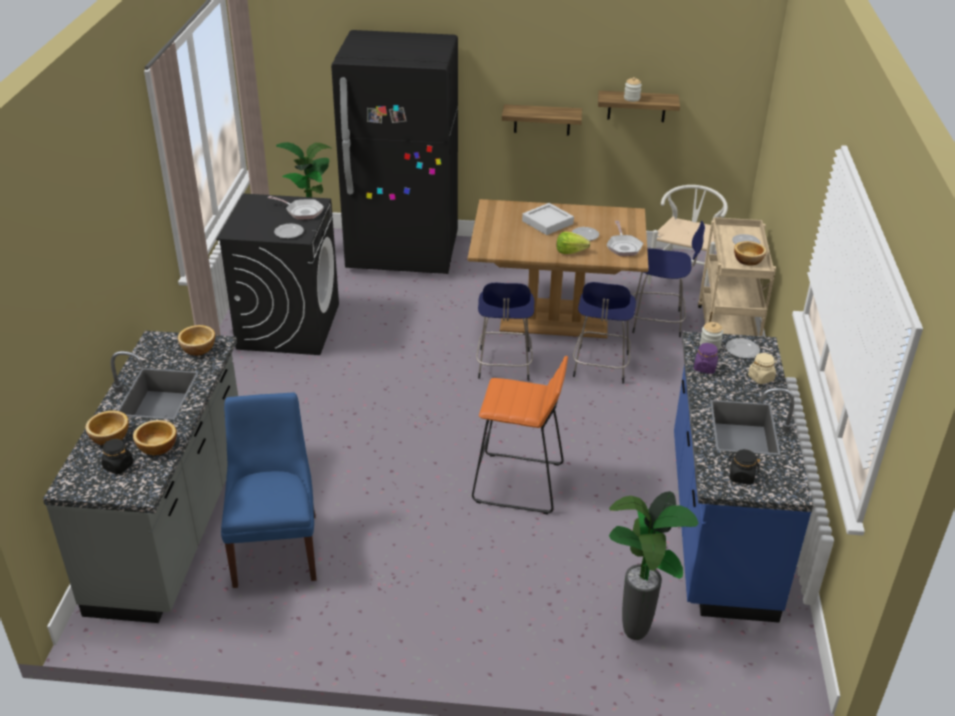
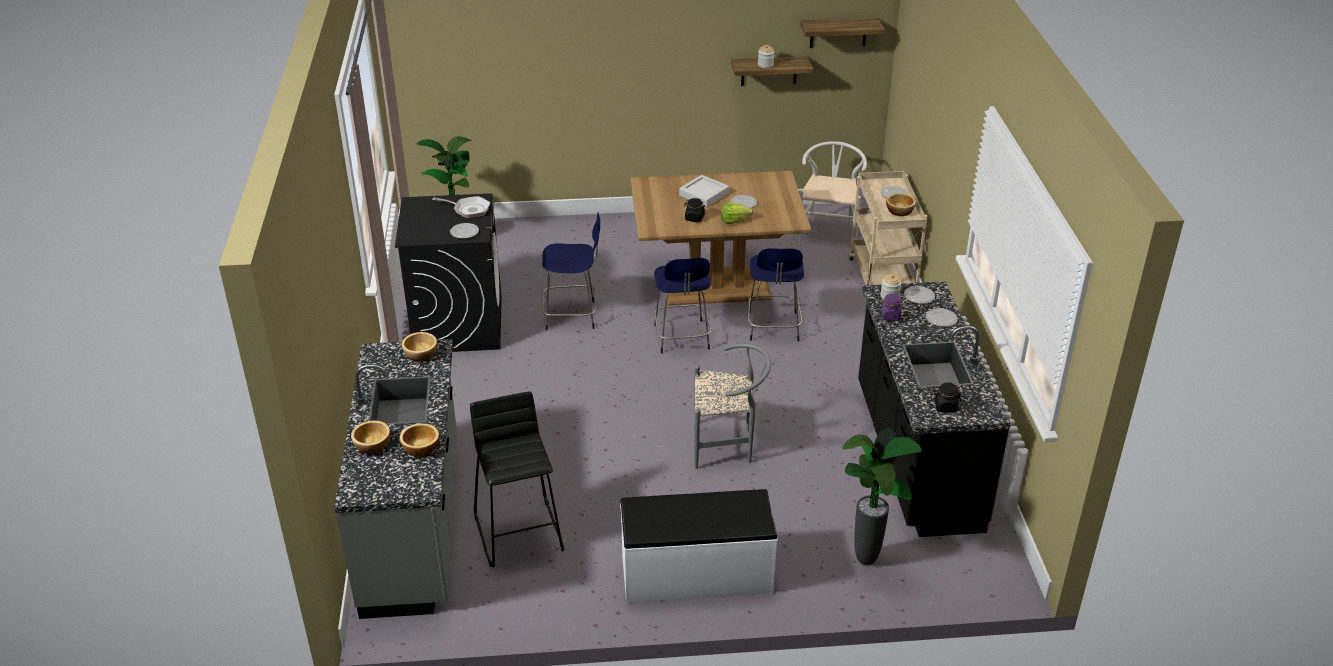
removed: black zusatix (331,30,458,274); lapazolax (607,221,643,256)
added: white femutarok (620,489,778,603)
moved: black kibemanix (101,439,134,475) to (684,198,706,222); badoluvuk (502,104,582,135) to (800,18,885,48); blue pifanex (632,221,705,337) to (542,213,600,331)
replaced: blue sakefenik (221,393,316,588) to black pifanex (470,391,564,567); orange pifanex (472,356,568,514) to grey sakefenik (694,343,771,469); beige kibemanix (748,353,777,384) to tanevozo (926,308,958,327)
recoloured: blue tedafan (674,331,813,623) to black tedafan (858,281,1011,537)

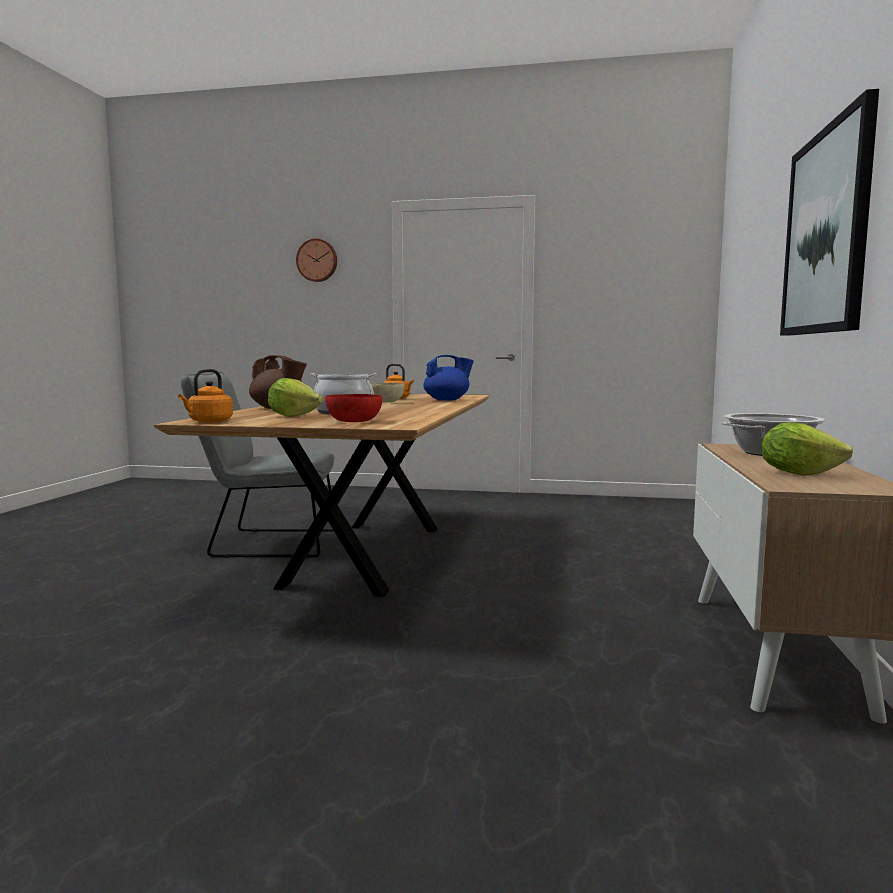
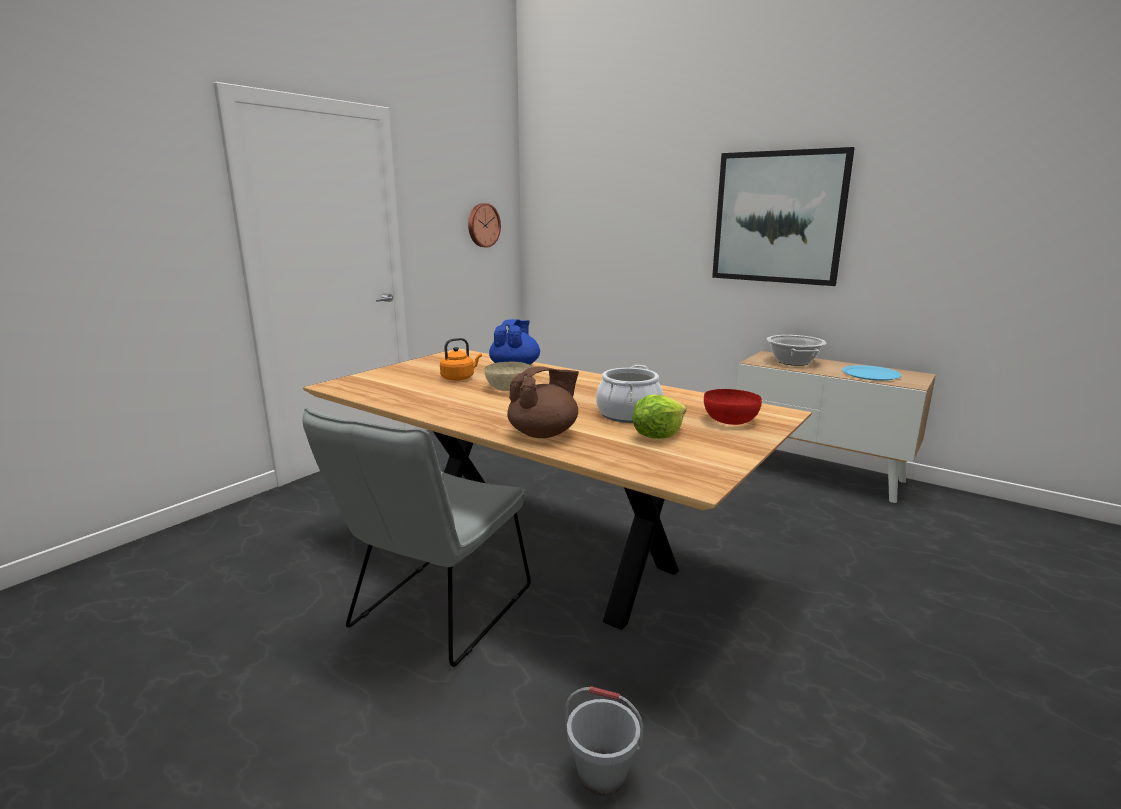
removed: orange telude (178,369,233,423)
added: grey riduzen (565,686,643,796)
moved: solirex (296,238,337,282) to (468,203,501,247)
replaced: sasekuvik (761,422,853,476) to blue tanevozo (842,365,902,381)

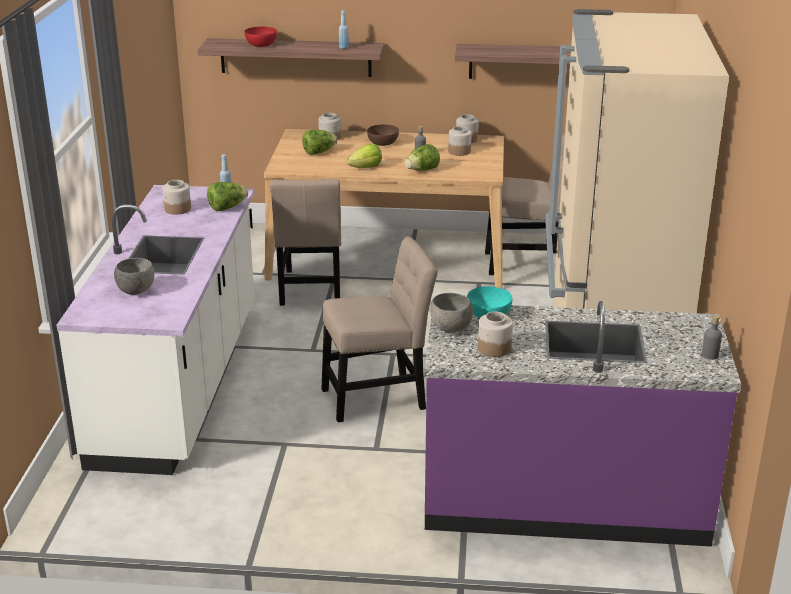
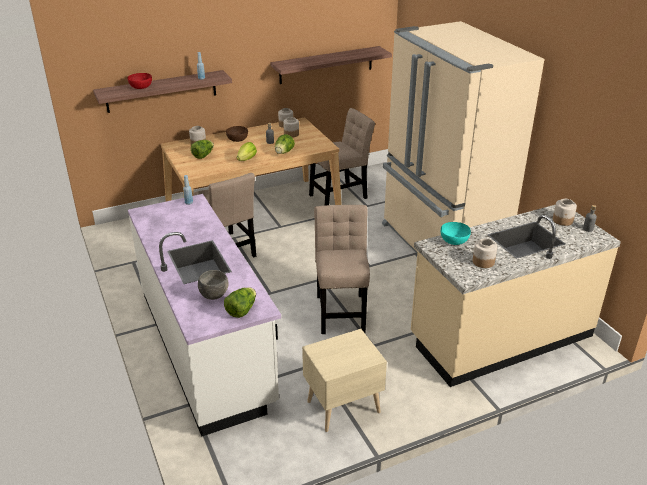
removed: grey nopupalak (430,293,473,333)
added: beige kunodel (302,329,387,432)
moved: kibemanix (163,180,191,215) to (553,199,577,226); sasekuvik (207,182,248,211) to (224,287,256,318)
recoloured: purple tedafan (424,301,741,547) to beige tedafan (411,205,621,387)
turned: beige sakefenik (322,236,438,422) = (314,205,370,334) 45 degrees counterclockwise

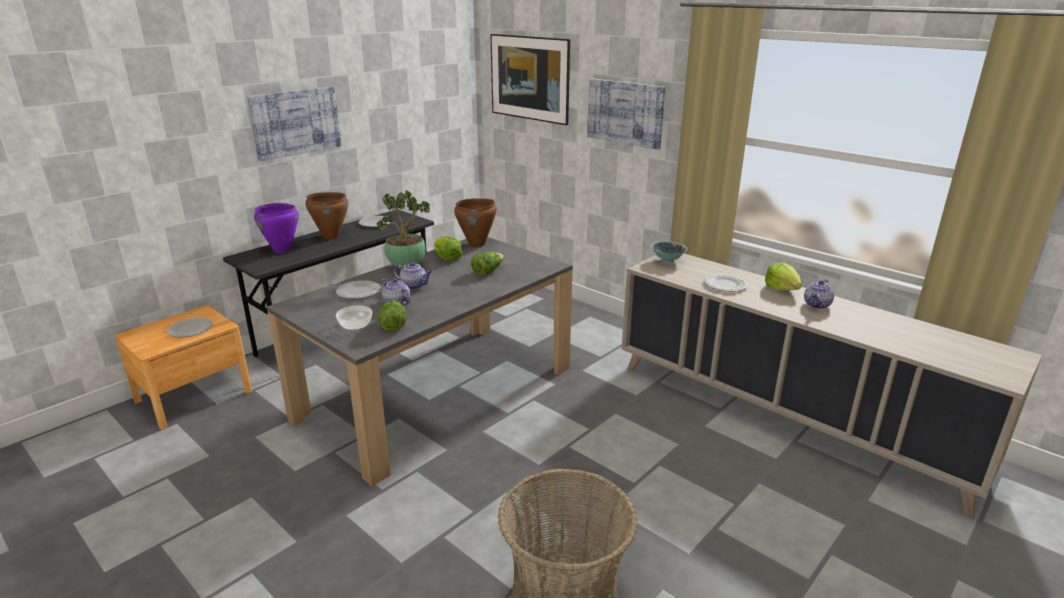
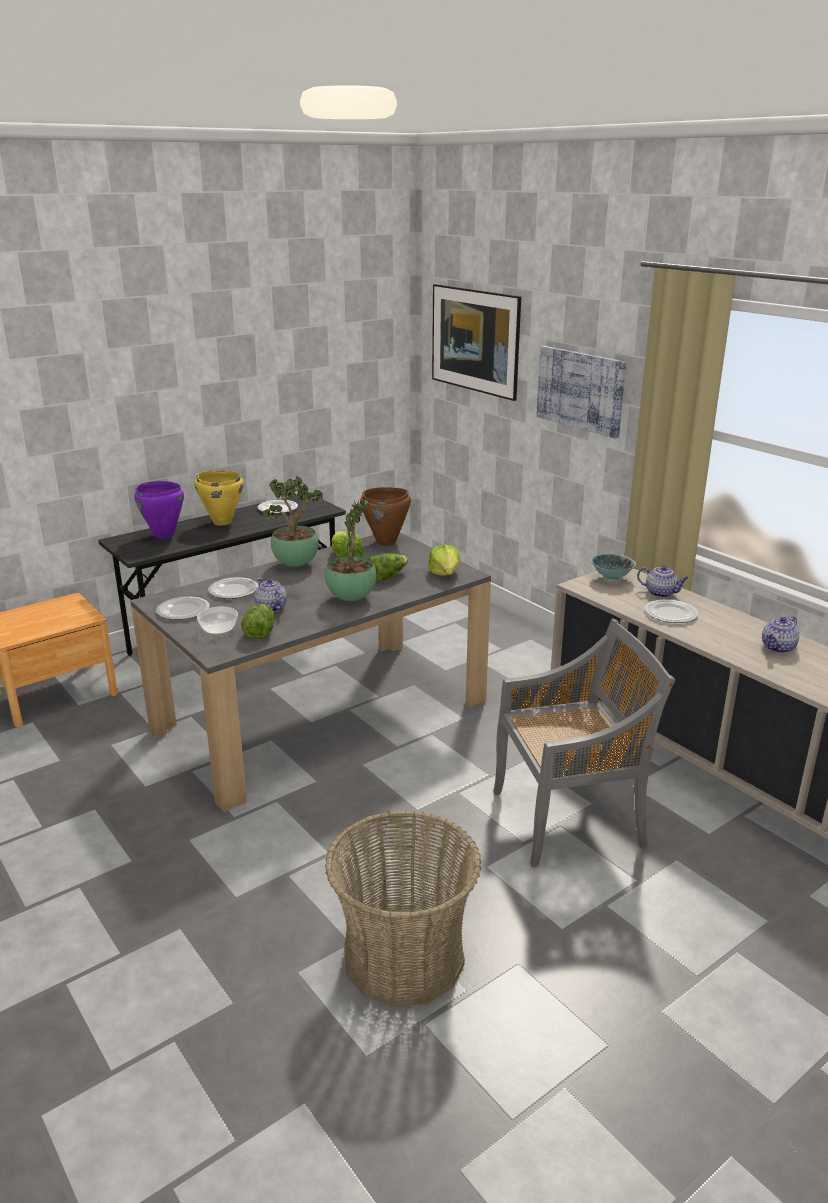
removed: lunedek (247,86,341,161)
added: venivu (325,499,376,601); grey sakefenik (493,619,675,867)
moved: tanevozo (167,318,213,337) to (156,597,210,620); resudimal (393,262,432,289) to (637,566,689,597); sasekuvik (765,263,802,291) to (428,544,460,576)
recoloured: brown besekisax (305,192,349,239) to yellow besekisax (194,470,244,525)

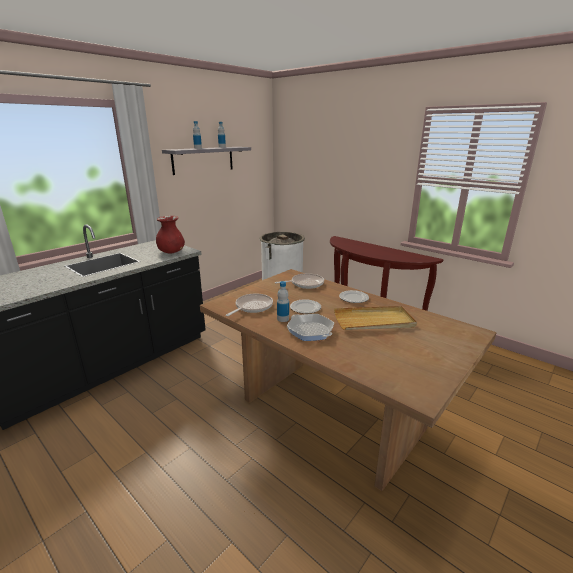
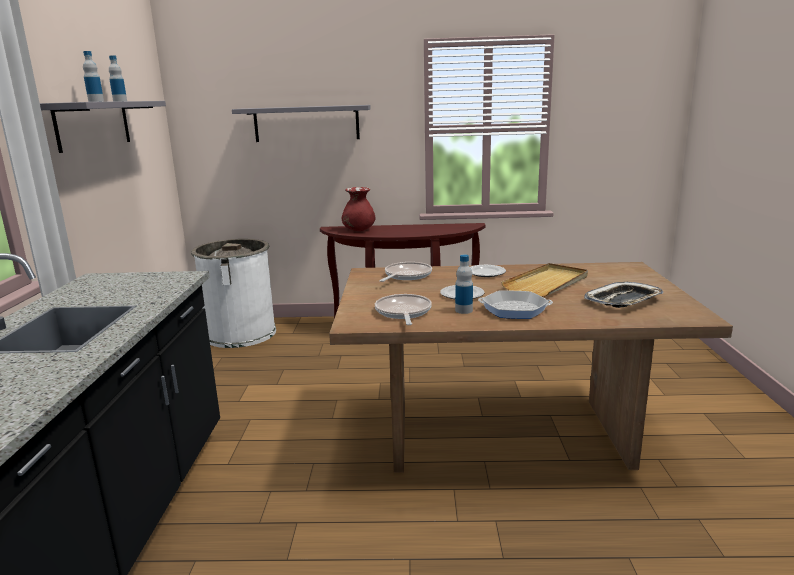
added: grey badoluvuk (232,105,371,142); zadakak (584,282,663,308)
moved: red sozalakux (156,216,185,253) to (342,187,375,231)

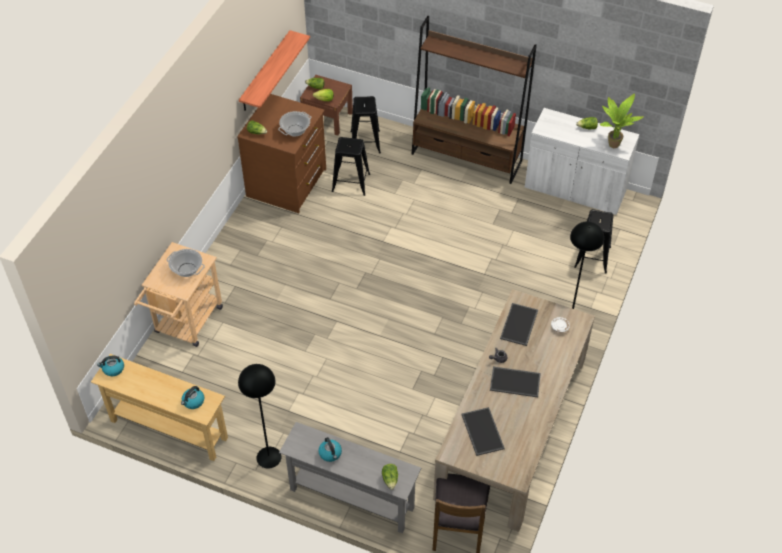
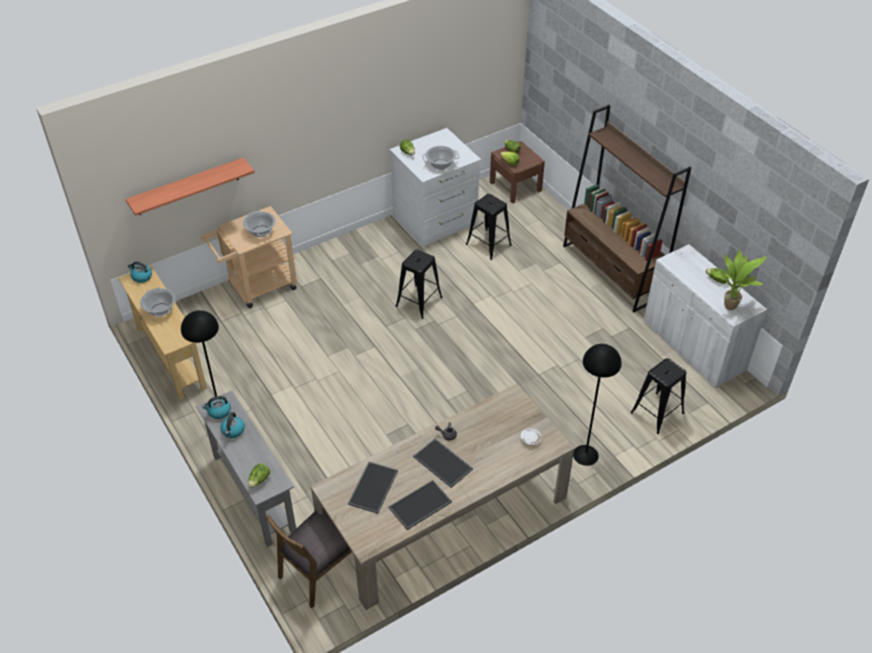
added: besekisax (140,287,175,317)
moved: telude (181,386,204,409) to (202,396,231,419); badoluvuk (239,30,310,111) to (125,157,255,216); black pifanex (350,96,381,154) to (396,249,443,319); zadakak (500,303,538,346) to (388,480,452,530)
recoloured: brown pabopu (237,94,326,213) to white pabopu (390,128,481,248)

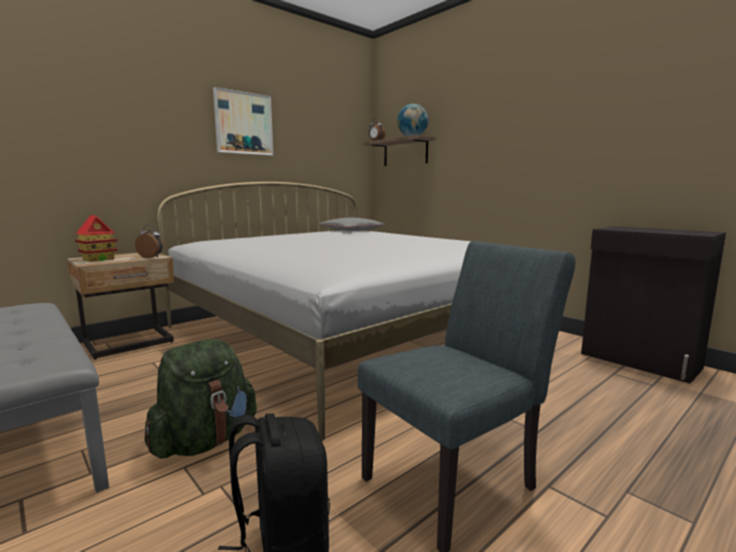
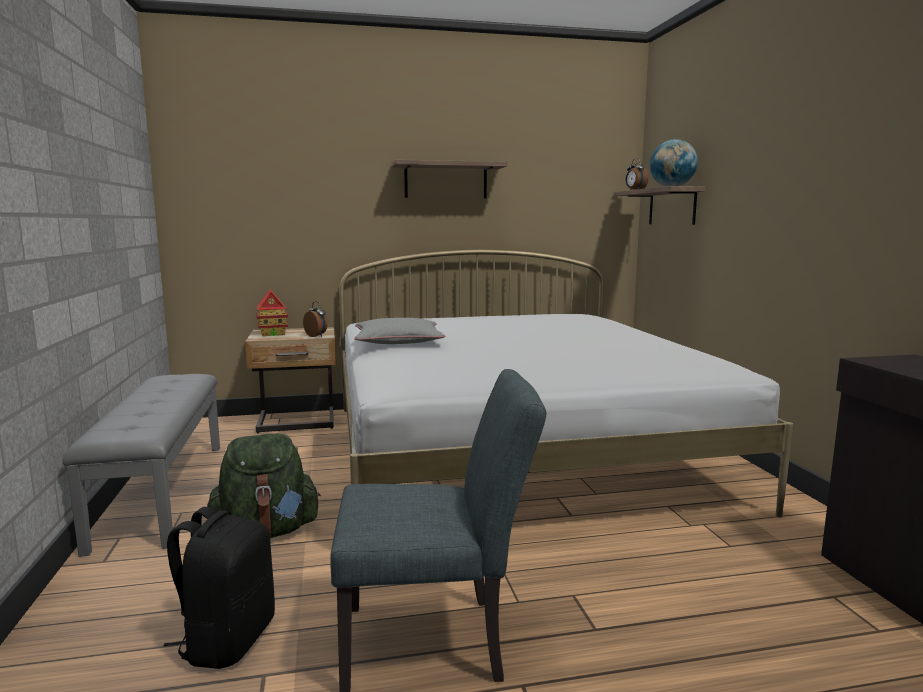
moved: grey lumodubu (319,218,386,231) to (354,318,445,344)
replaced: lunedek (213,87,273,156) to badoluvuk (391,160,507,198)

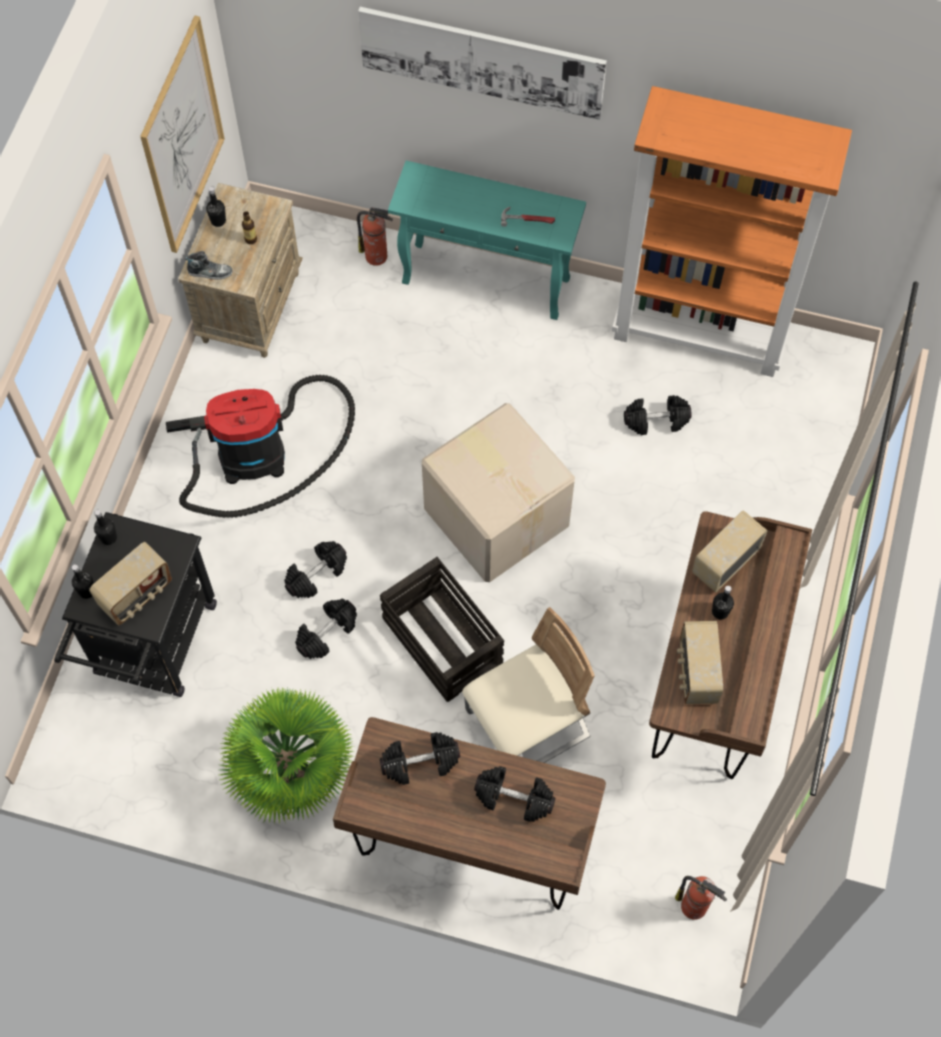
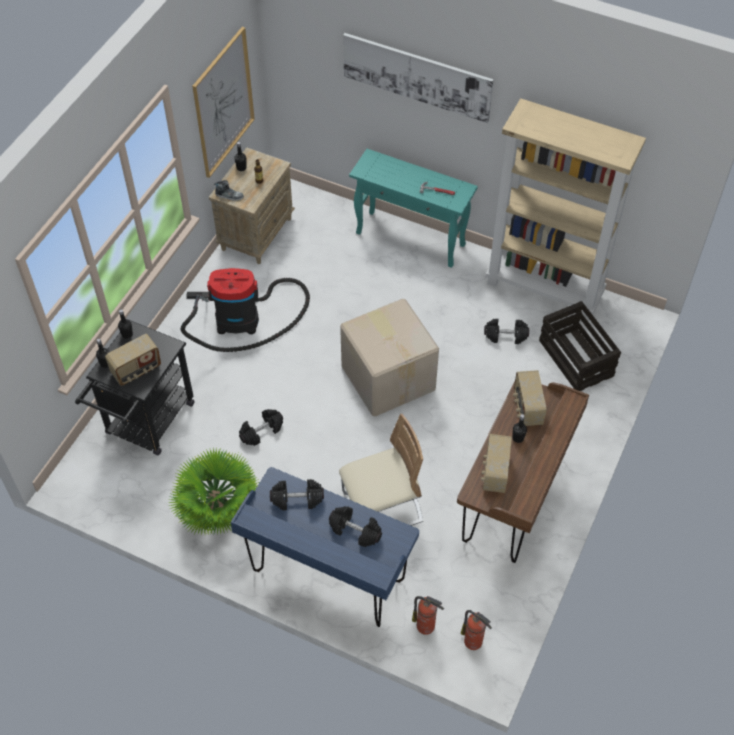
removed: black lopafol (284,541,347,598)
moved: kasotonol (357,207,393,266) to (412,596,444,635); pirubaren (380,557,504,702) to (539,301,621,391)
recoloured: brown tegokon (333,717,606,910) to blue tegokon (231,467,419,627); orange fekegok (612,86,852,377) to beige fekegok (486,98,646,321)
turned: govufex (692,510,768,592) = (513,370,547,426) 60 degrees counterclockwise

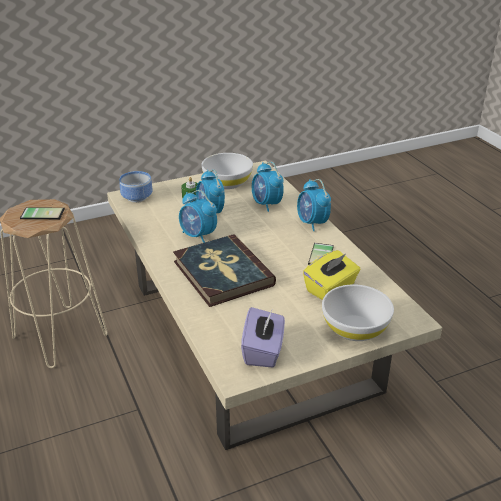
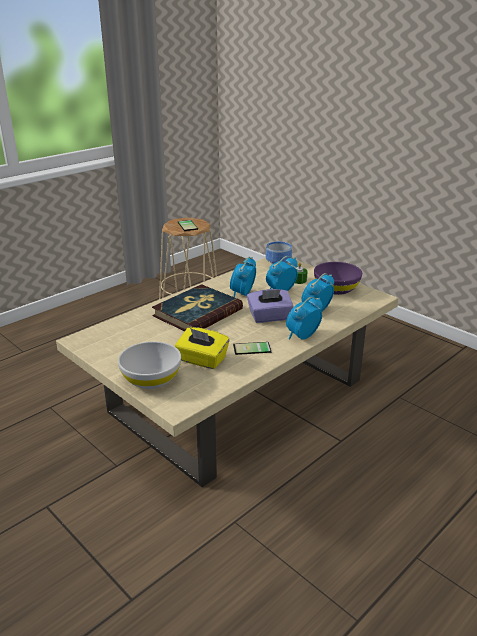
moved: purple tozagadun (241,307,285,368) to (247,289,294,323)
recoloured: white nopupalak (201,153,253,189) to purple nopupalak (314,262,362,295)

